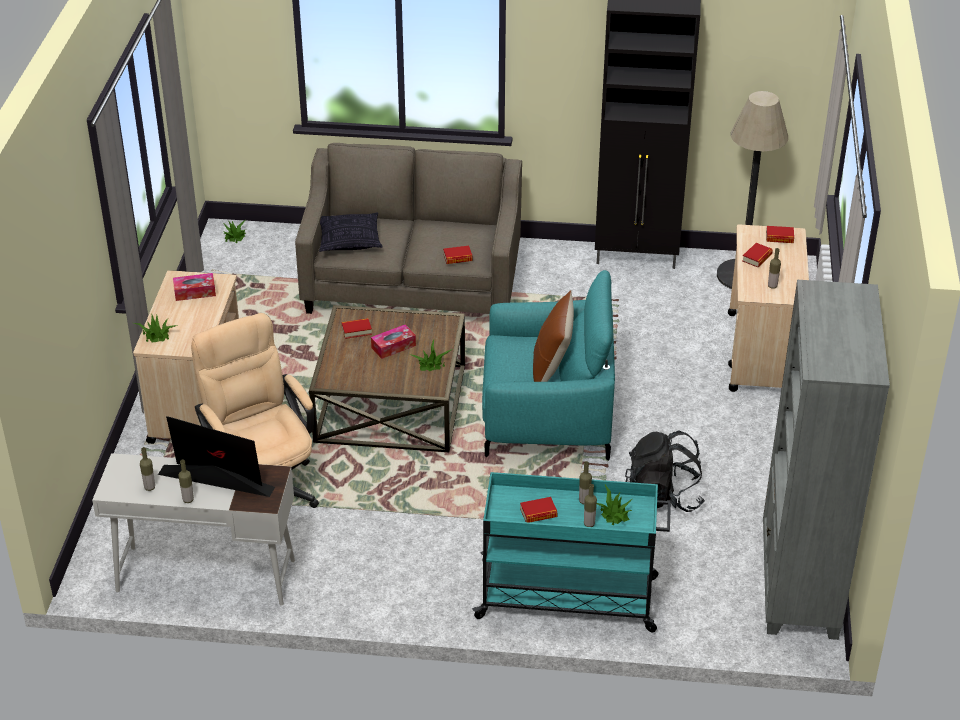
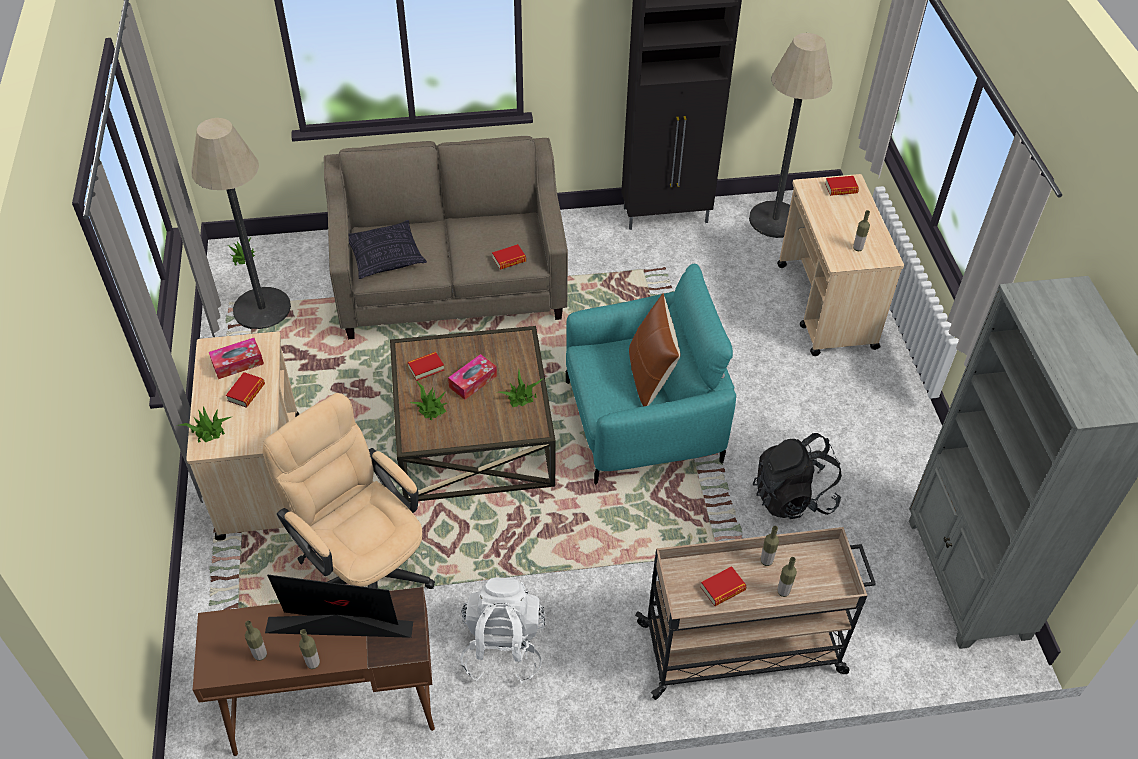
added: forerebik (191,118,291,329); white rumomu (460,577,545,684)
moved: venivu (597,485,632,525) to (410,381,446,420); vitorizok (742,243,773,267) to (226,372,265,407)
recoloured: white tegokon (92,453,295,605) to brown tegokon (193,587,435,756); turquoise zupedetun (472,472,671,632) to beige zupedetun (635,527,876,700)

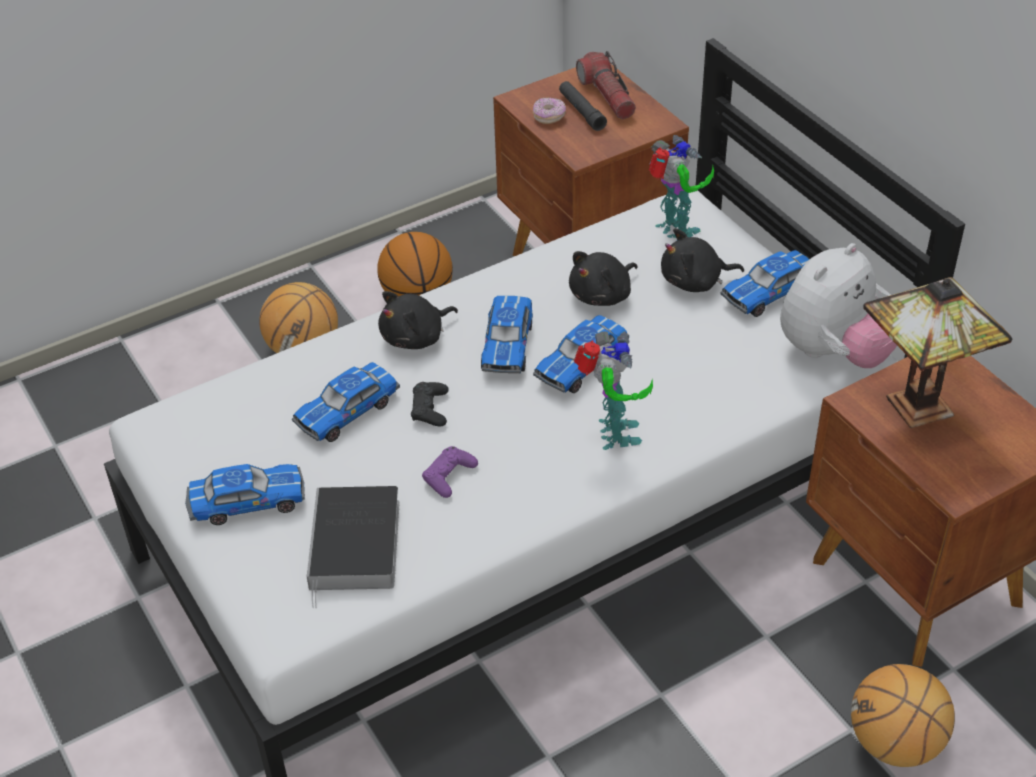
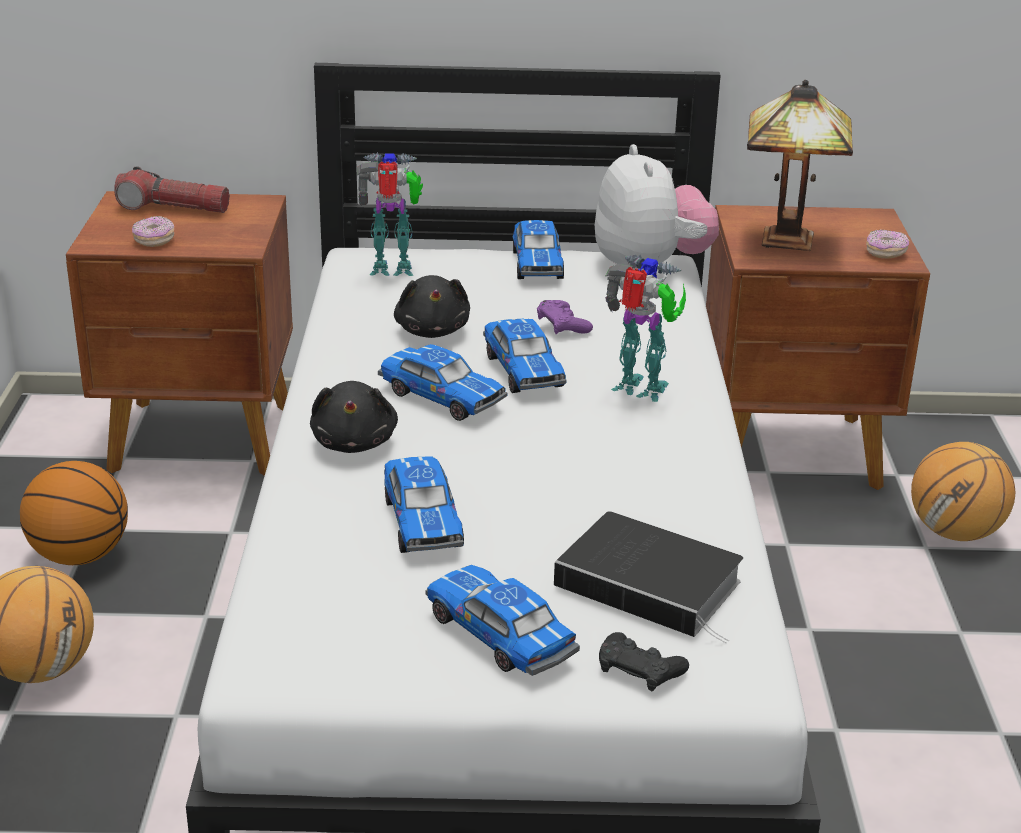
removed: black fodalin (559,81,607,131); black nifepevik (661,228,744,292)
added: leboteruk (866,230,909,259)
moved: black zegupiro (411,382,449,427) to (599,632,689,692); purple zegupiro (422,446,478,498) to (537,300,593,334)
turned: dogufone (185,464,305,525) = (425,565,580,676) 60 degrees counterclockwise

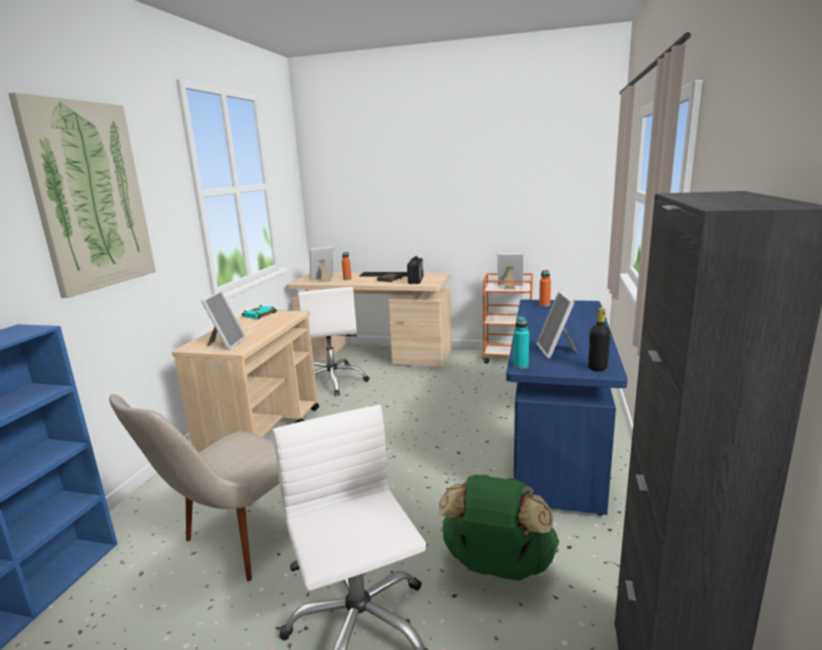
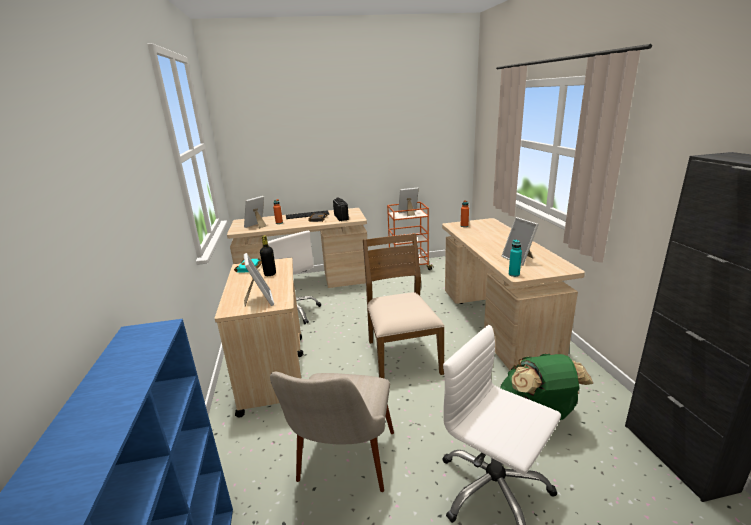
removed: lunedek (8,92,156,298)
added: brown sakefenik (363,233,445,378)
moved: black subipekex (588,308,611,371) to (260,235,276,276)
recoloured: blue tegokon (506,299,628,515) to beige tegokon (442,218,585,370)

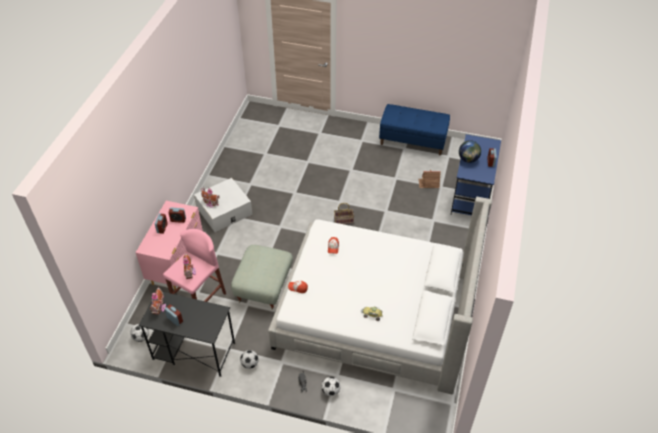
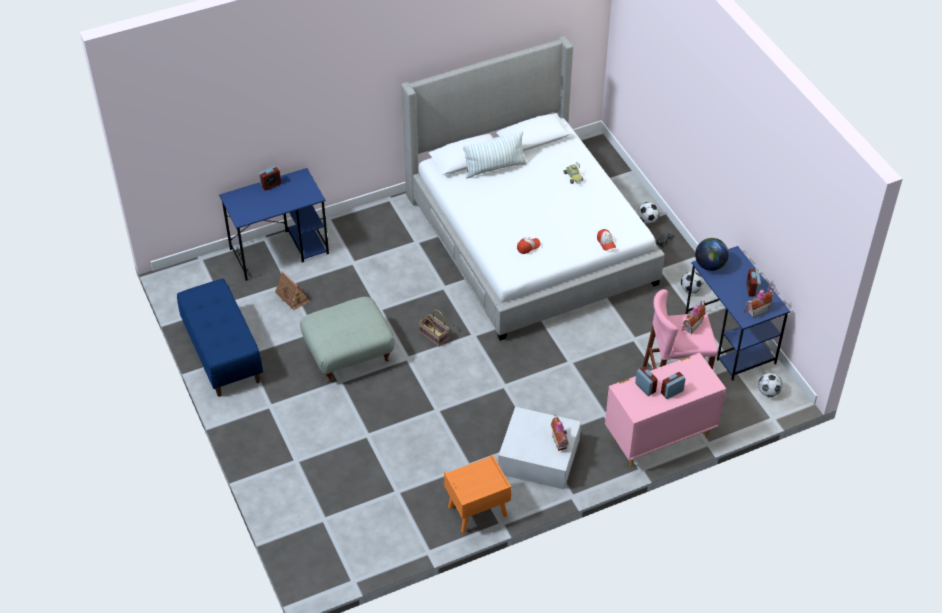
added: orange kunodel (444,454,511,533); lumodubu (463,131,527,179)
moved: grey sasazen (231,245,293,310) to (300,297,395,383); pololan (459,140,481,163) to (695,238,729,271)
recoloured: black tegokon (139,292,235,377) to blue tegokon (685,246,790,381)

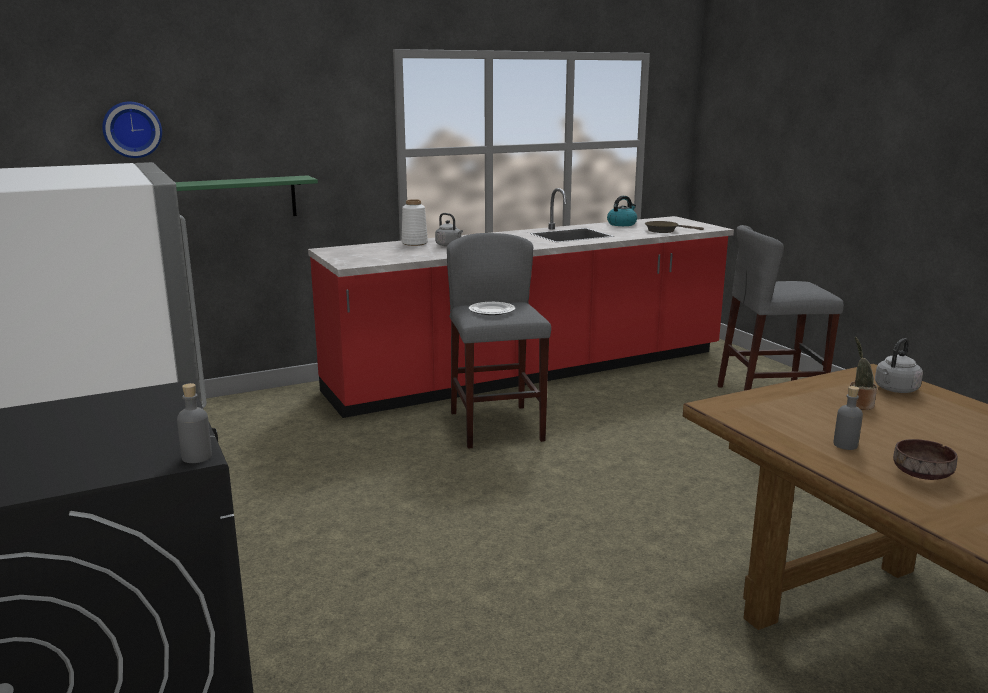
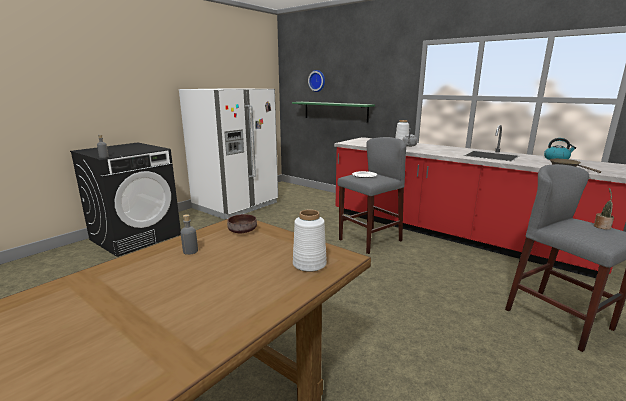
moved: venivu (850,337,877,410) to (594,188,614,230); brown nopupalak (893,439,958,480) to (227,214,257,233)
replaced: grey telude (875,338,923,393) to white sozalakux (293,209,327,272)

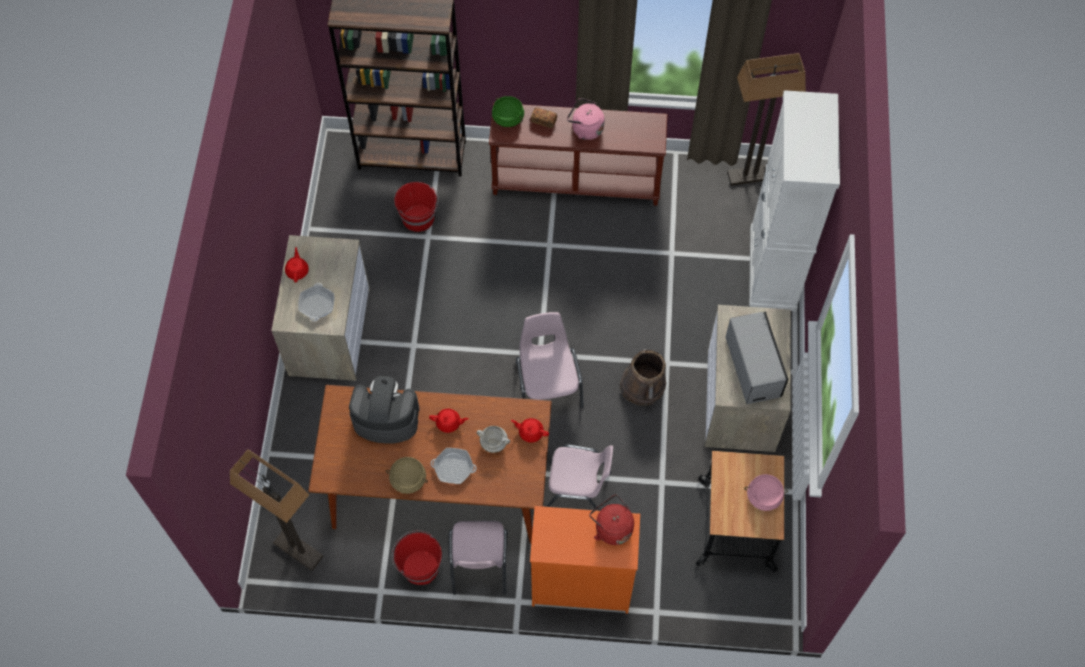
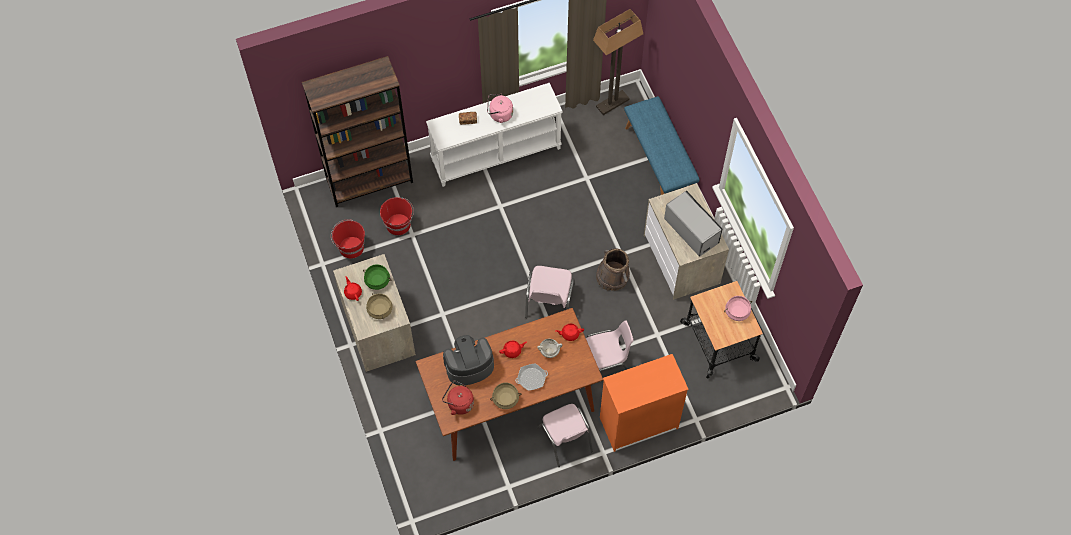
removed: forerebik (230,449,323,571)
moved: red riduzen (392,530,442,585) to (331,219,365,258); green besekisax (492,96,524,127) to (363,264,391,290); red telude (590,495,634,545) to (442,380,474,415)
replaced: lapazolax (298,283,334,321) to beige besekisax (366,293,393,319); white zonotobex (749,90,840,311) to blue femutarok (624,96,700,195)
recoloured: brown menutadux (489,103,667,206) to white menutadux (426,83,563,187)
turned: pink sakefenik (516,312,584,408) = (525,266,575,318) 135 degrees counterclockwise

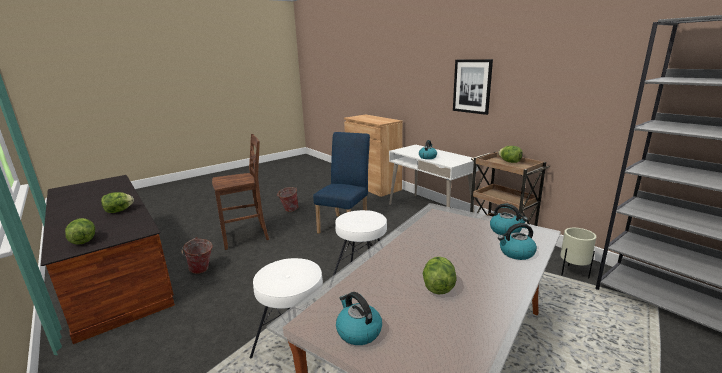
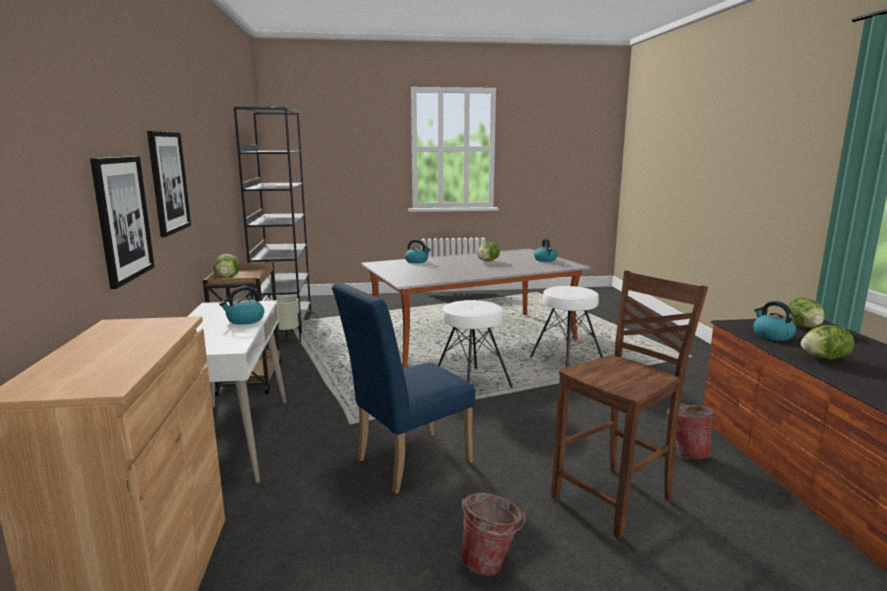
added: lunedek (90,156,155,289)
moved: telude (490,203,528,235) to (753,301,796,341)
turned: brown sakefenik (212,134,269,250) = (551,270,708,539) 135 degrees clockwise

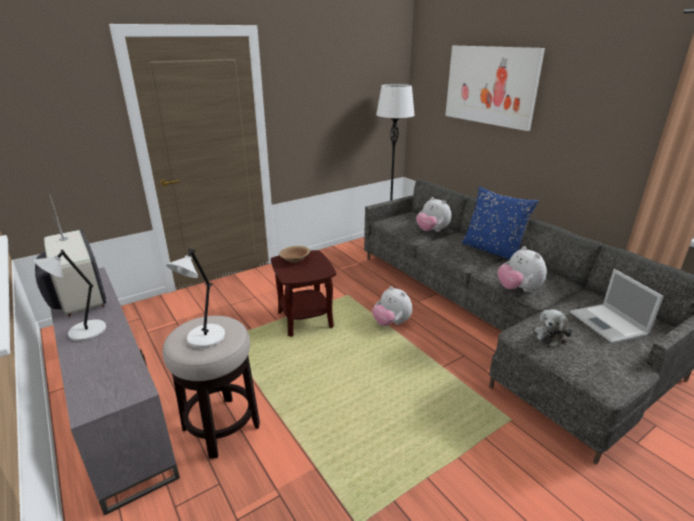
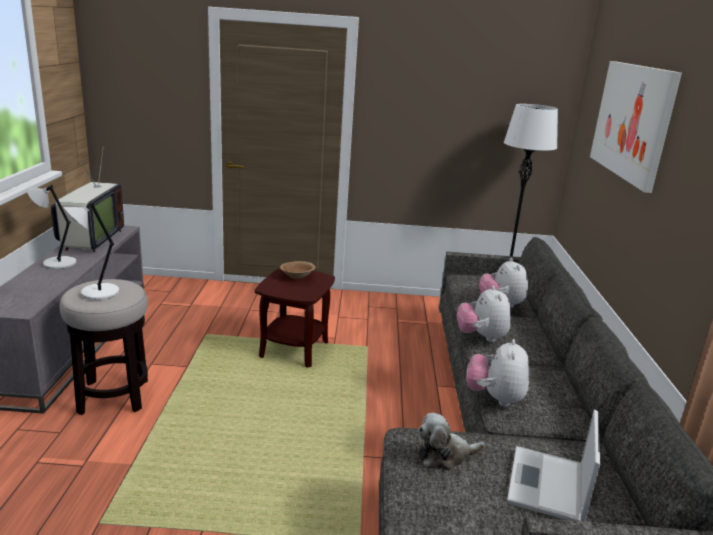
removed: blue lumodubu (462,186,539,260)
moved: nifepevik (372,286,412,326) to (456,285,511,342)

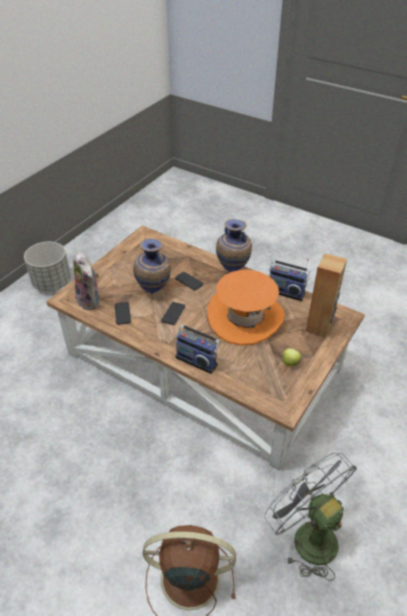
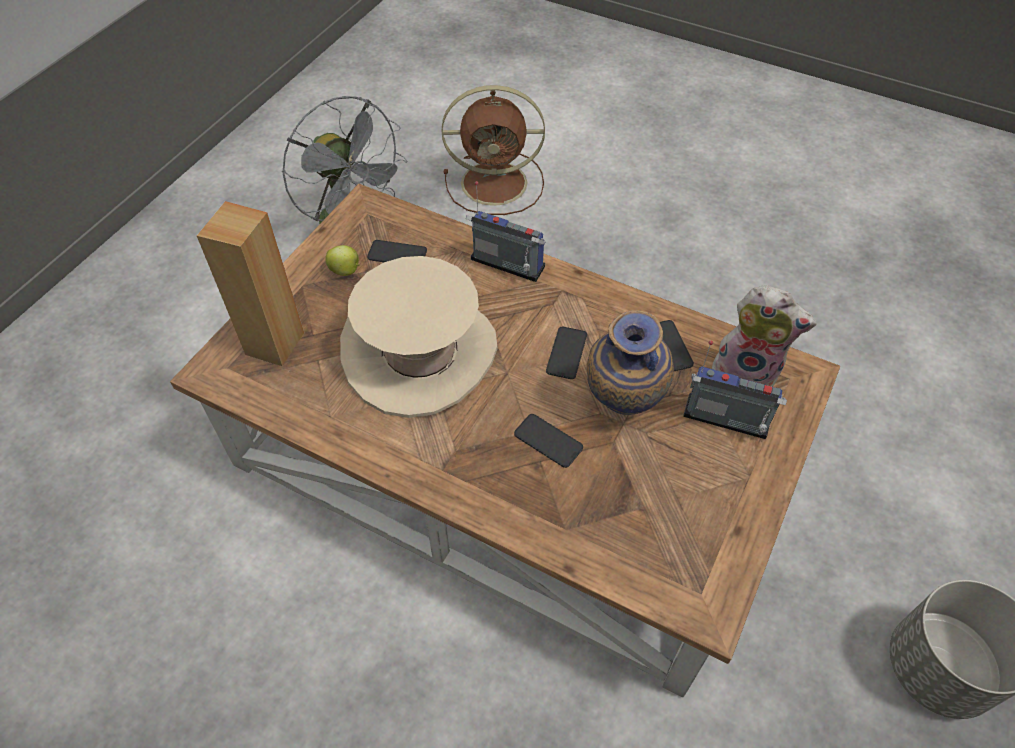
removed: sozalakux (216,219,252,273)
added: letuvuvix (367,240,427,262)
moved: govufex (269,259,310,301) to (683,340,787,439)
recoloured: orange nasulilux (207,270,285,346) to beige nasulilux (340,256,498,418)
turned: nifepevik (73,252,99,310) = (710,285,816,387) 150 degrees clockwise

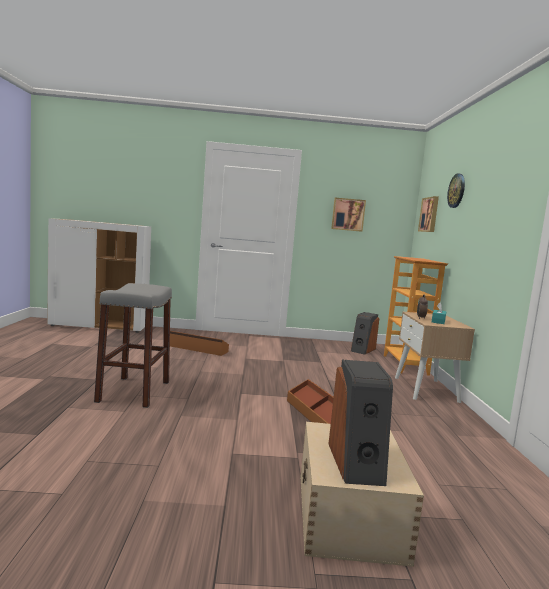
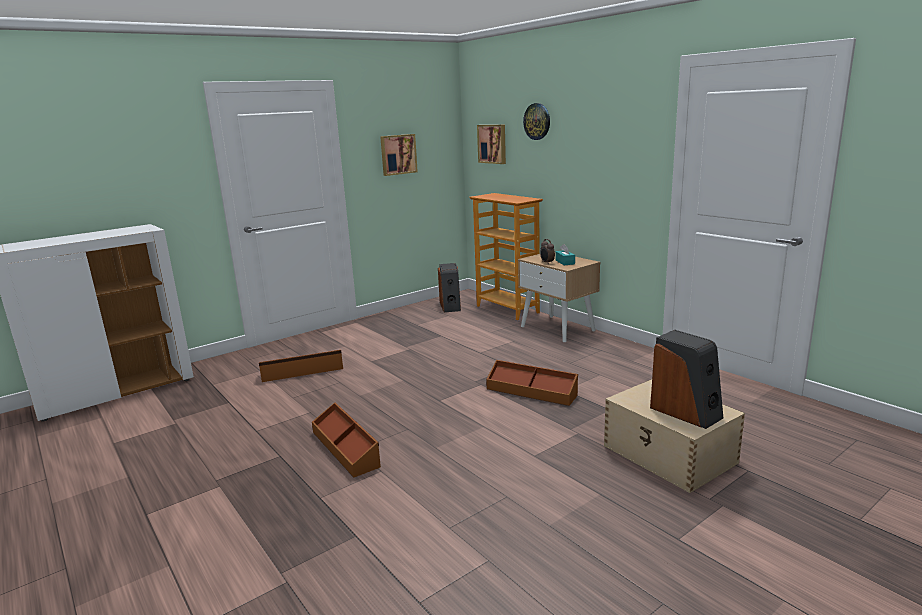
replaced: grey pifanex (94,283,172,408) to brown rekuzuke (312,403,381,478)

